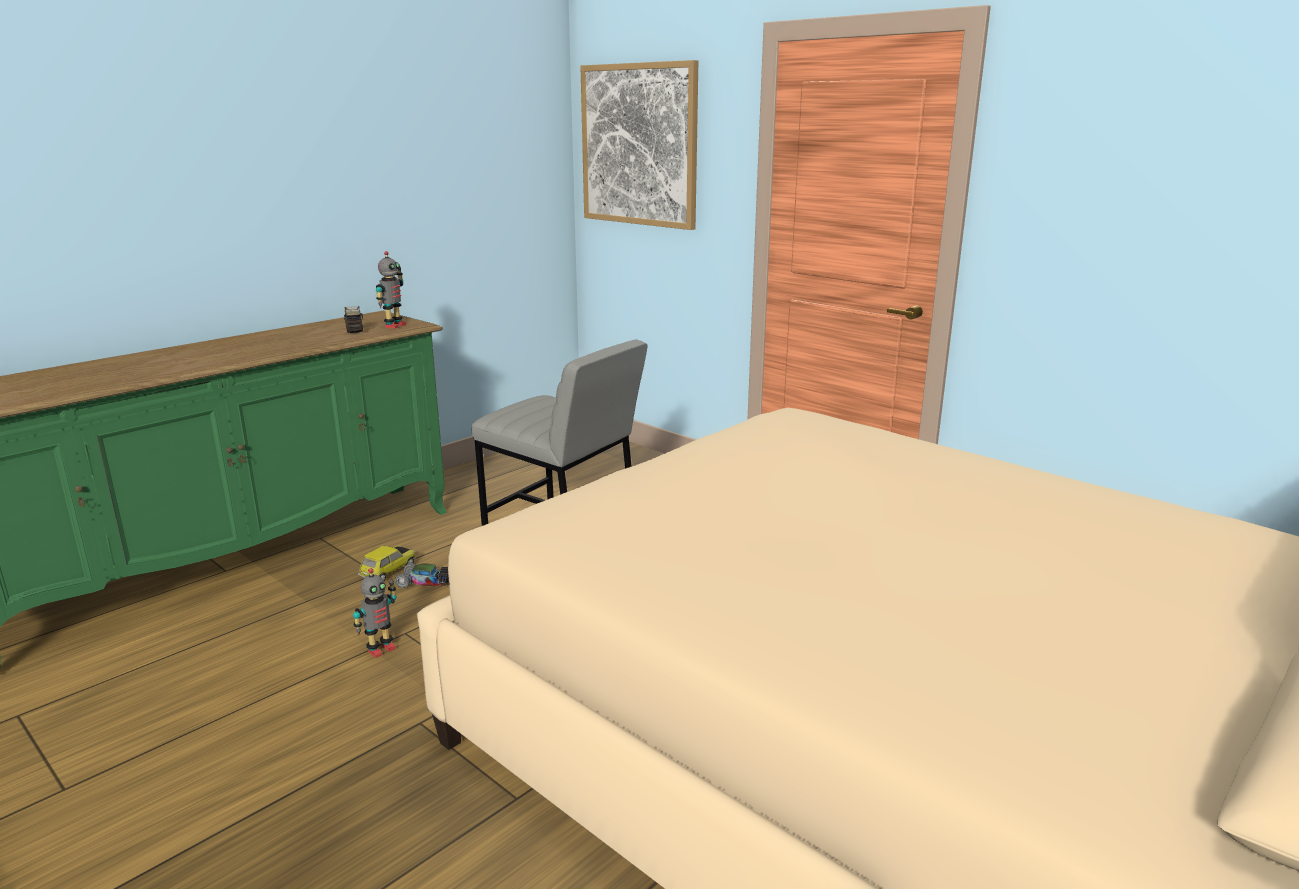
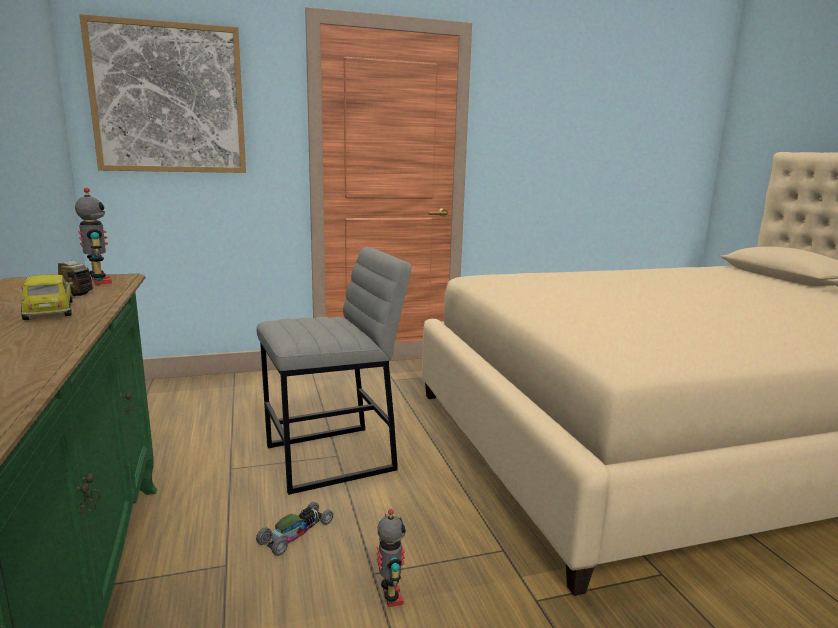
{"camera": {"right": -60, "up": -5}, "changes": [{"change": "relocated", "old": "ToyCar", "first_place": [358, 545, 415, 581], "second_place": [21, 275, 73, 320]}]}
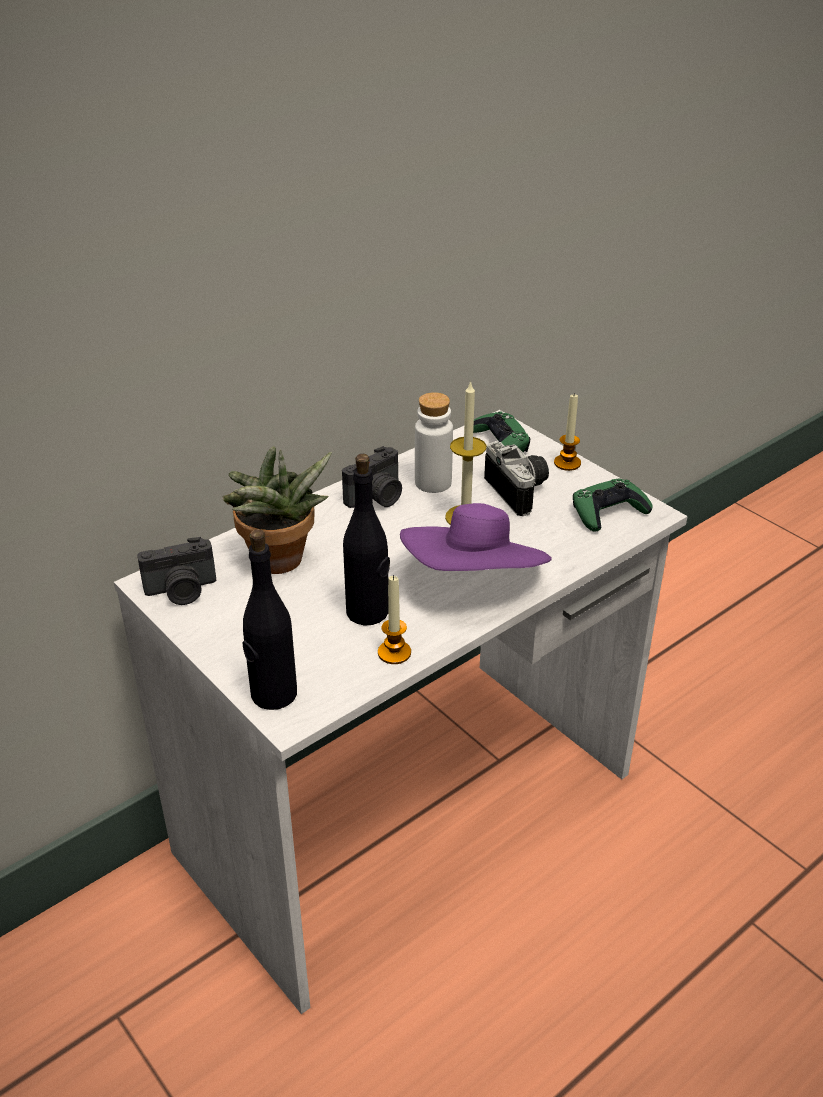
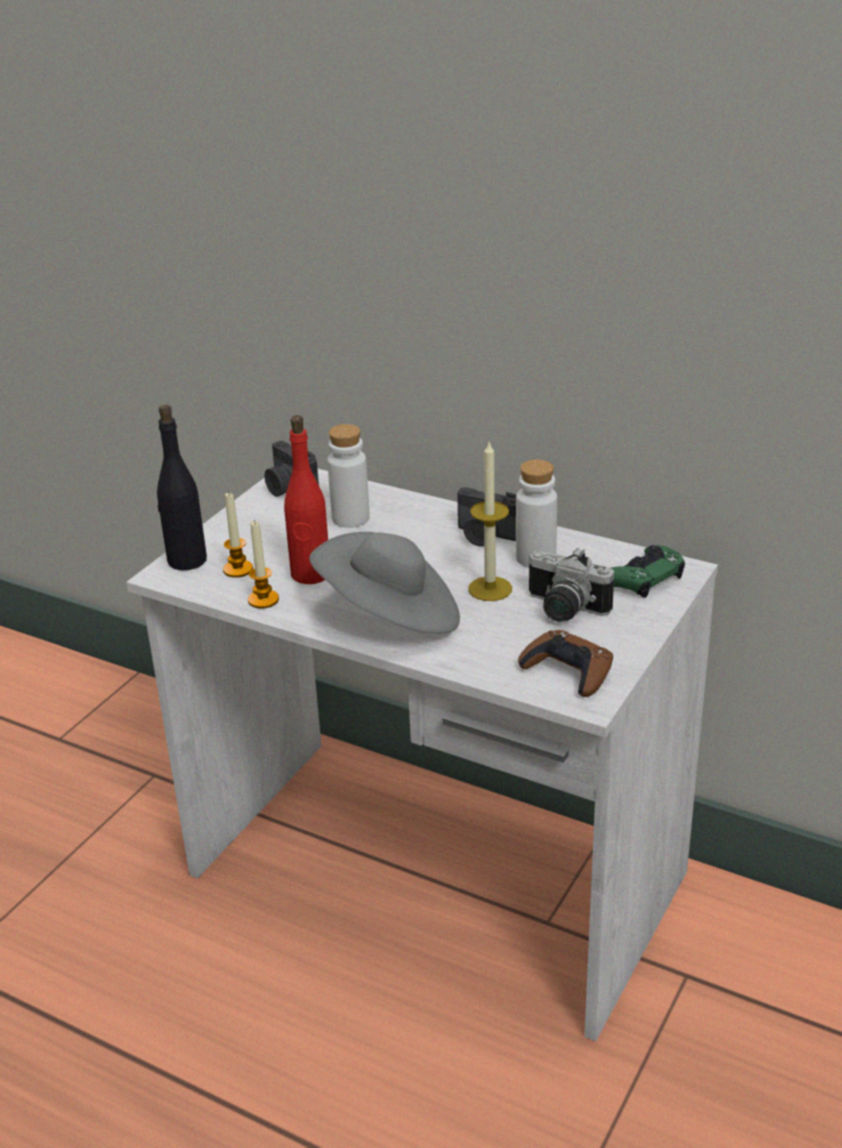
{"camera": {"right": 70, "up": -5}, "changes": [{"change": "relocated", "old": "WaxCandle", "first_place": [554, 393, 581, 471], "second_place": [223, 491, 253, 578]}, {"change": "spun", "old": "PhotoCamera", "first_place": [484, 441, 549, 516], "second_place": [529, 548, 614, 622], "degrees": 75}, {"change": "exchanged", "old": "Houseplant", "new": "WhiteColouredBeverageBottle", "first_place": [222, 446, 332, 574], "second_place": [327, 424, 370, 528]}, {"change": "colour", "old": "BlackBeverageBottle", "new": "RedBeverageBottle", "first_place": [343, 454, 390, 626], "second_place": [284, 415, 328, 584]}, {"change": "colour", "old": "GreenColouredJoypad", "new": "BrownJoypad", "first_place": [573, 479, 653, 532], "second_place": [518, 630, 613, 697]}, {"change": "colour", "old": "PurpleClothingHat", "new": "GreyishClothingHat", "first_place": [400, 503, 552, 571], "second_place": [309, 532, 460, 634]}]}
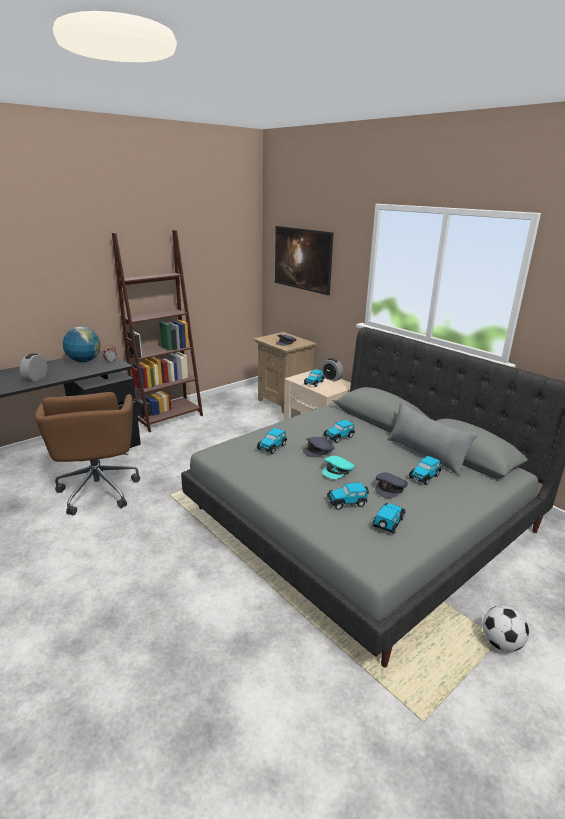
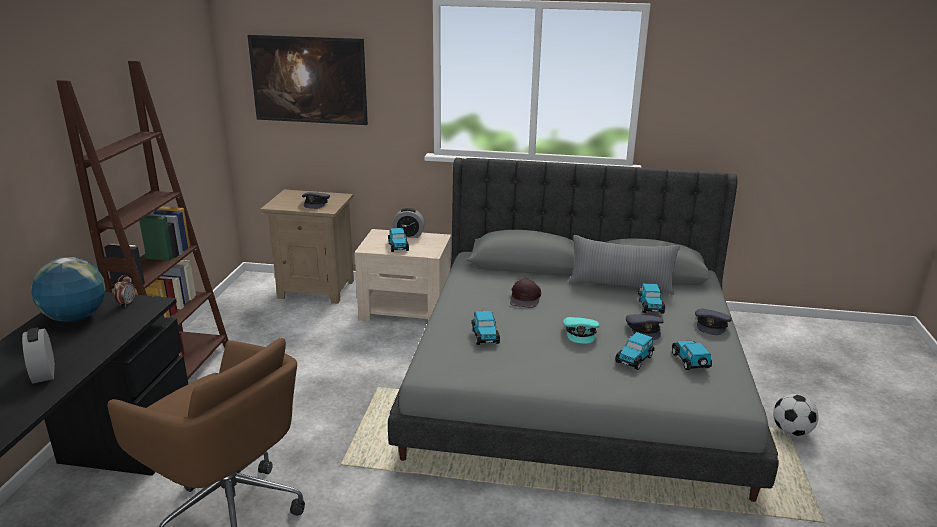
{"camera": {"right": -40, "up": 0}, "changes": [{"change": "exchanged", "old": "ToyCar", "new": "BrownPeakedCap", "first_place": [323, 420, 355, 443], "second_place": [510, 278, 541, 308]}, {"change": "relocated", "old": "GreyishPeakedCap", "first_place": [303, 437, 334, 457], "second_place": [695, 309, 732, 335]}]}
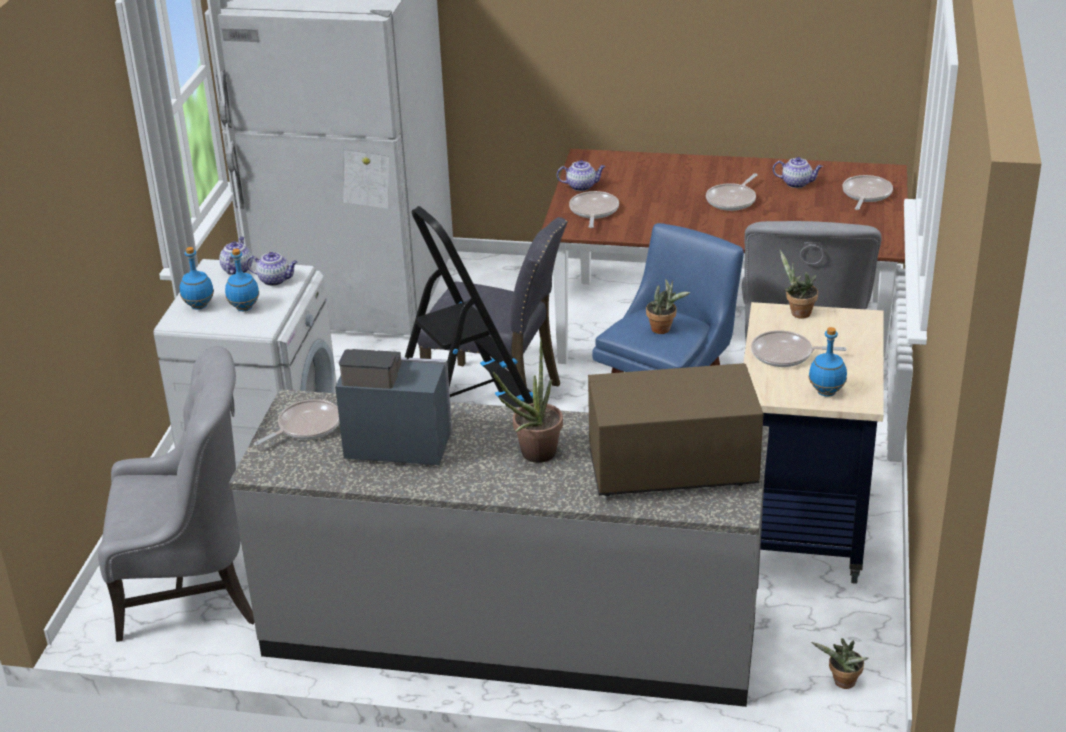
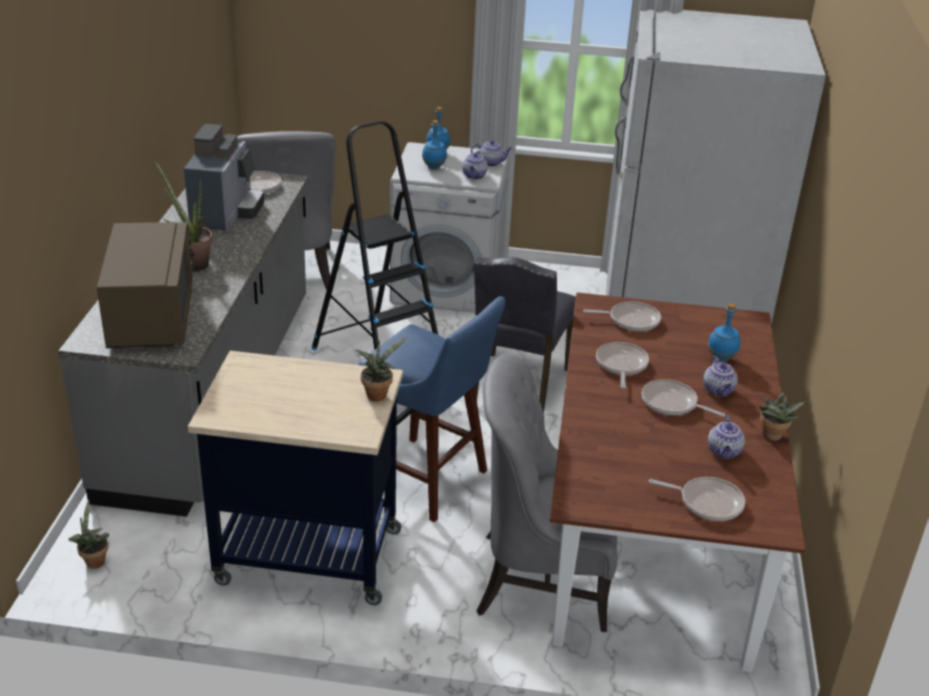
{"camera": {"right": 85, "up": 0}, "changes": [{"change": "relocated", "old": "Teapot", "first_place": [557, 160, 606, 191], "second_place": [703, 357, 738, 397]}, {"change": "relocated", "old": "Houseplant", "first_place": [646, 279, 690, 334], "second_place": [759, 393, 806, 441]}, {"change": "relocated", "old": "BluishBeverageBottle", "first_place": [808, 327, 847, 397], "second_place": [708, 304, 741, 362]}, {"change": "relocated", "old": "FryingPan", "first_place": [751, 330, 847, 367], "second_place": [596, 342, 649, 388]}]}
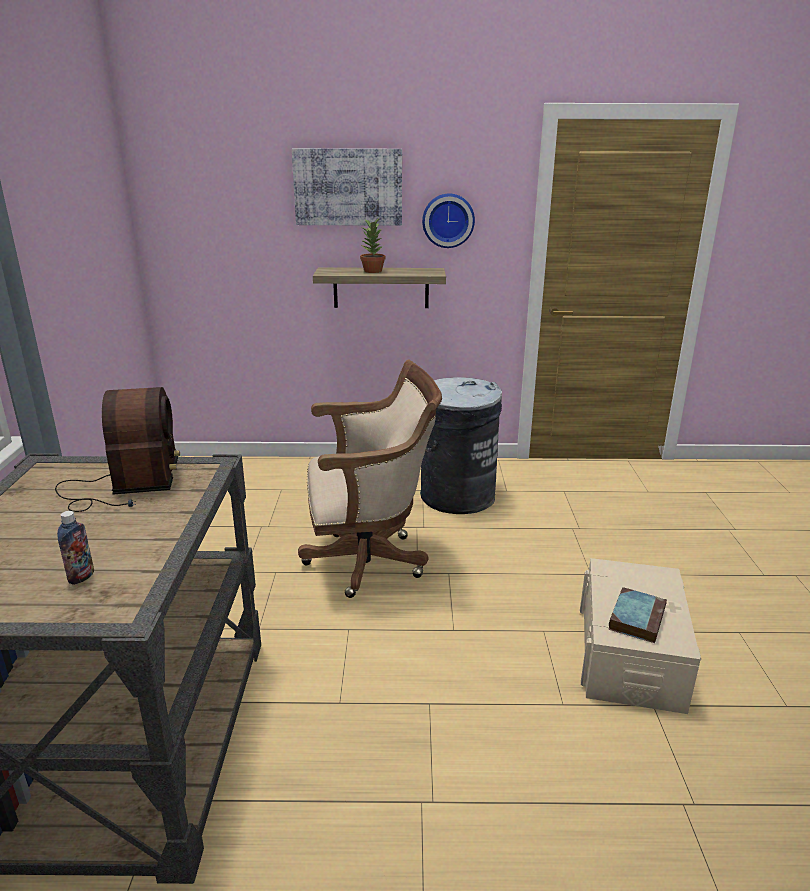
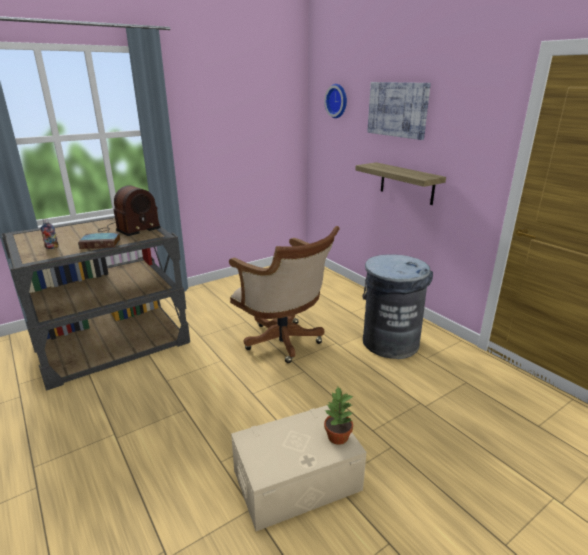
{"camera": {"right": 55, "up": 0}, "changes": [{"change": "relocated", "old": "WallClock", "first_place": [422, 194, 475, 248], "second_place": [324, 84, 347, 118]}, {"change": "relocated", "old": "Houseplant", "first_place": [360, 218, 385, 273], "second_place": [324, 387, 354, 445]}, {"change": "relocated", "old": "Book", "first_place": [609, 587, 667, 643], "second_place": [78, 232, 121, 249]}]}
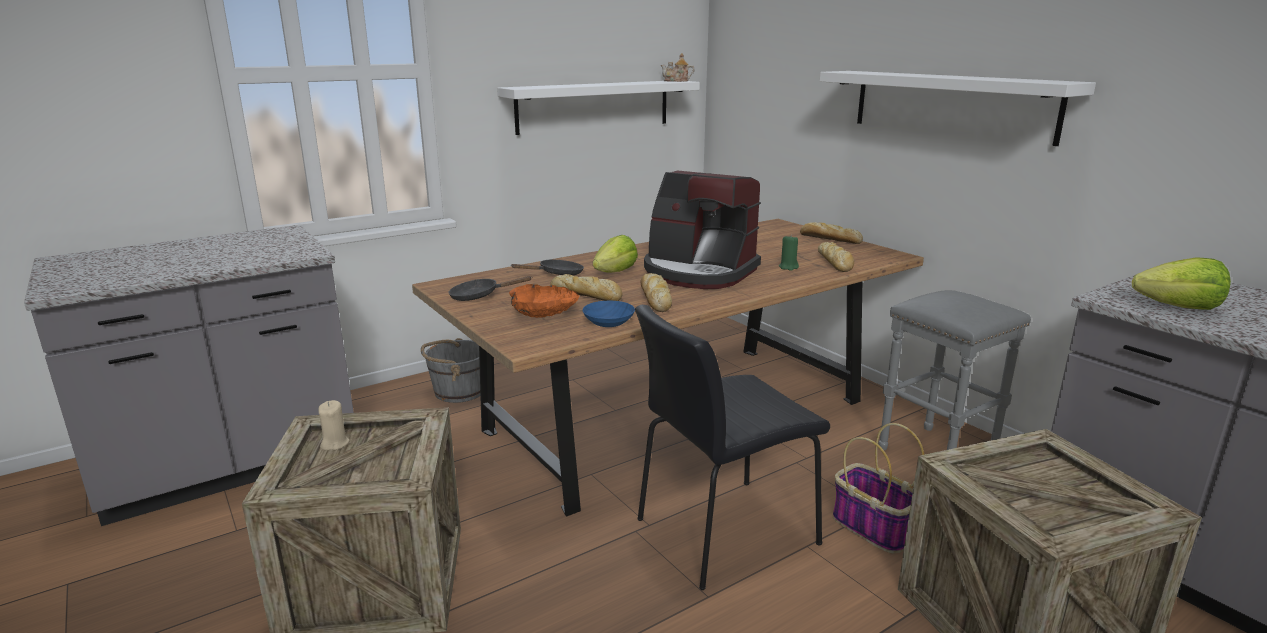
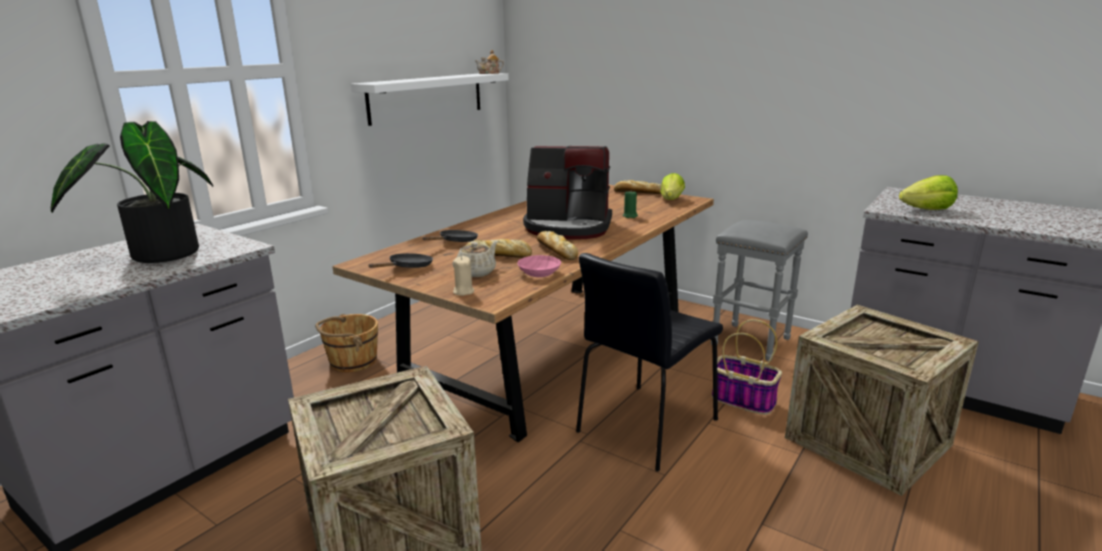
{"camera": {"right": -20, "up": 0}, "changes": [{"change": "missing", "old": "WhiteColouredShelf", "first_place": [820, 71, 1096, 146]}, {"change": "relocated", "old": "LettuceHead", "first_place": [593, 235, 638, 273], "second_place": [660, 173, 685, 200]}, {"change": "missing", "old": "BakedBread", "first_place": [818, 242, 854, 272]}, {"change": "spun", "old": "BlackFryingPan", "first_place": [448, 276, 531, 301], "second_place": [368, 253, 433, 268], "degrees": 150}, {"change": "exchanged", "old": "OrangeServingBowl", "new": "BeigeColouredTeapot", "first_place": [509, 284, 580, 318], "second_place": [453, 241, 498, 277]}, {"change": "colour", "old": "BluishServingBowl", "new": "PinkServingBowl", "first_place": [582, 301, 635, 327], "second_place": [517, 255, 561, 277]}, {"change": "colour", "old": "GreyishBucket", "new": "BrownBucket", "first_place": [421, 338, 480, 403], "second_place": [315, 314, 378, 372]}, {"change": "relocated", "old": "BeigeColouredWaxCandle", "first_place": [319, 400, 349, 450], "second_place": [453, 256, 474, 296]}, {"change": "appeared", "new": "Houseplant", "second_place": [51, 121, 213, 263]}]}
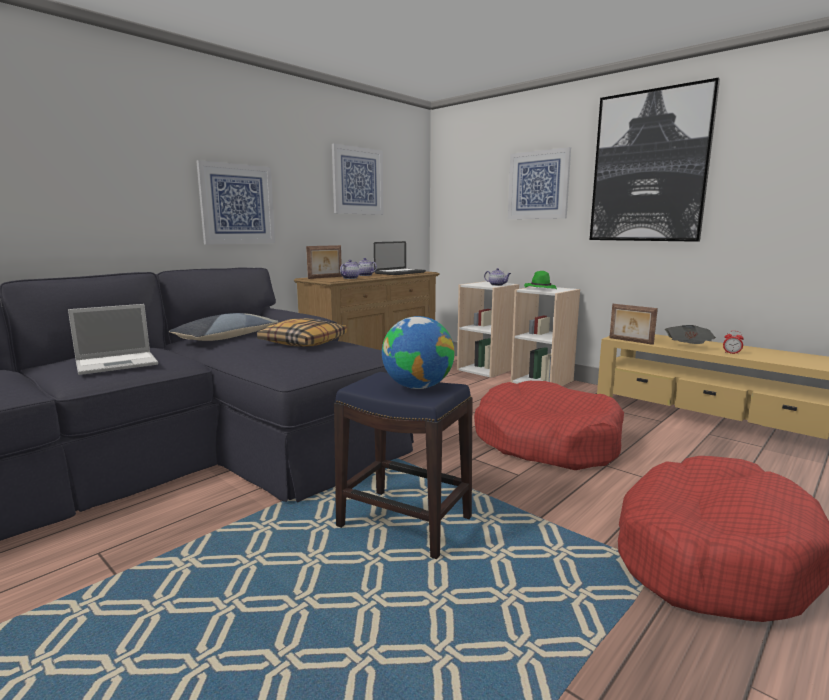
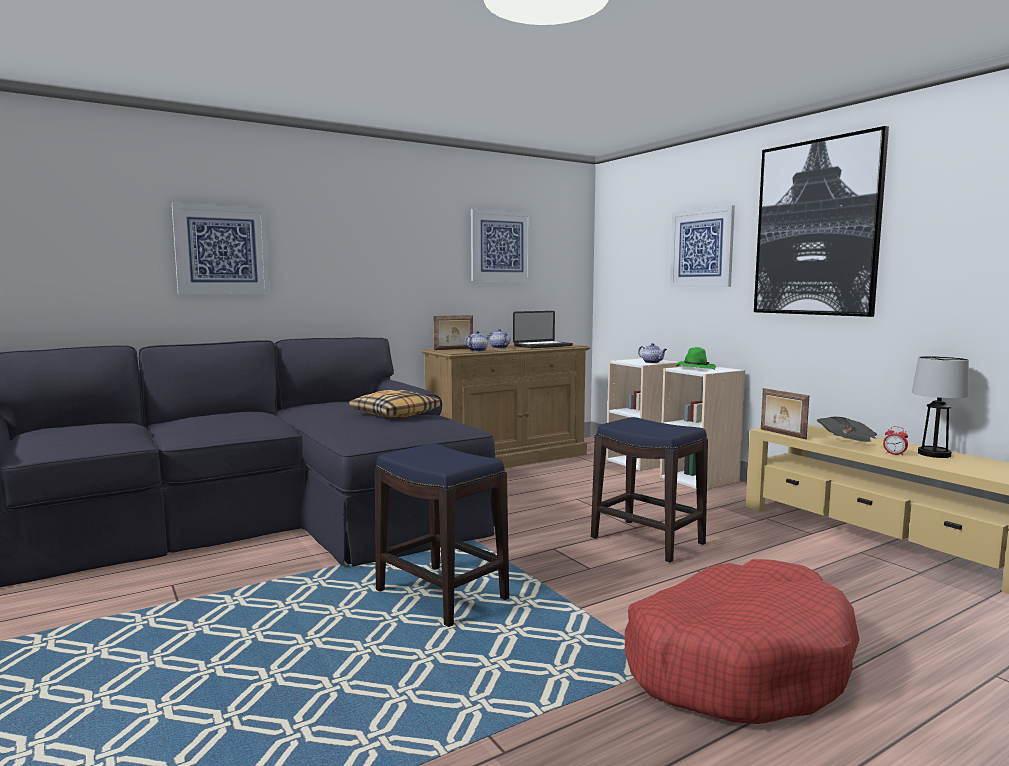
{"camera": {"right": 15, "up": -5}, "changes": [{"change": "relocated", "old": "WallPicture", "first_place": [196, 160, 275, 245], "second_place": [172, 202, 270, 294]}, {"change": "missing", "old": "PortableComputer", "first_place": [68, 304, 158, 375]}, {"change": "missing", "old": "ThrowPillow", "first_place": [169, 313, 279, 341]}, {"change": "missing", "old": "Globe", "first_place": [382, 316, 455, 389]}, {"change": "exchanged", "old": "RedPetBed", "new": "SittingStool", "first_place": [474, 381, 624, 470], "second_place": [591, 417, 708, 562]}, {"change": "appeared", "new": "TableLamp", "second_place": [912, 356, 969, 458]}]}
